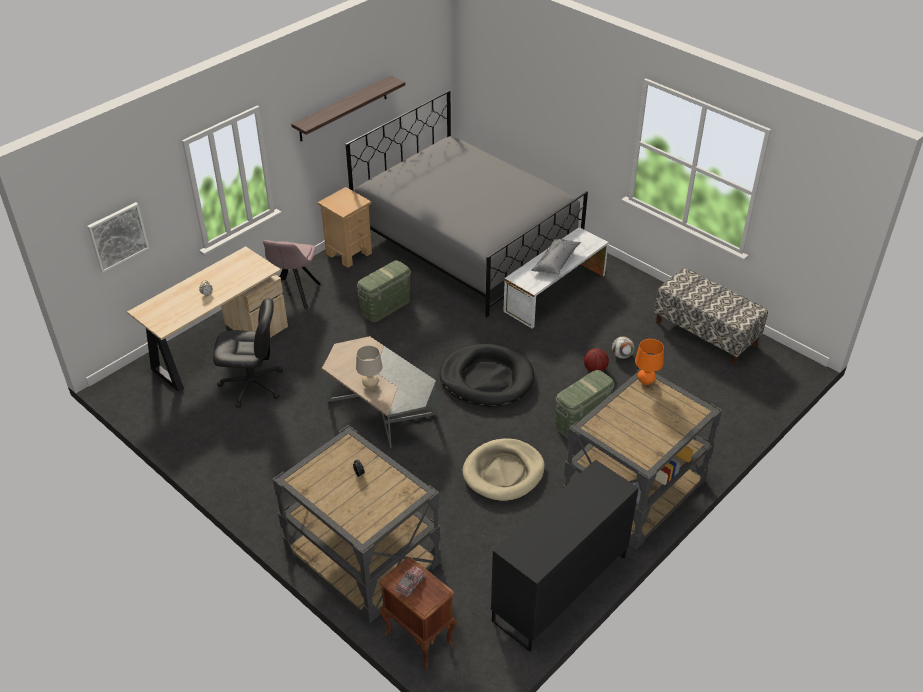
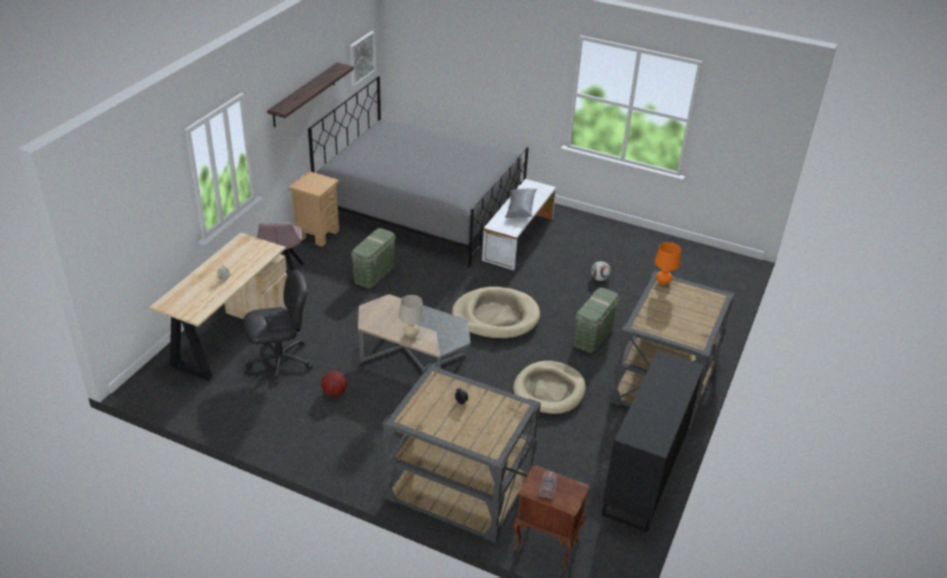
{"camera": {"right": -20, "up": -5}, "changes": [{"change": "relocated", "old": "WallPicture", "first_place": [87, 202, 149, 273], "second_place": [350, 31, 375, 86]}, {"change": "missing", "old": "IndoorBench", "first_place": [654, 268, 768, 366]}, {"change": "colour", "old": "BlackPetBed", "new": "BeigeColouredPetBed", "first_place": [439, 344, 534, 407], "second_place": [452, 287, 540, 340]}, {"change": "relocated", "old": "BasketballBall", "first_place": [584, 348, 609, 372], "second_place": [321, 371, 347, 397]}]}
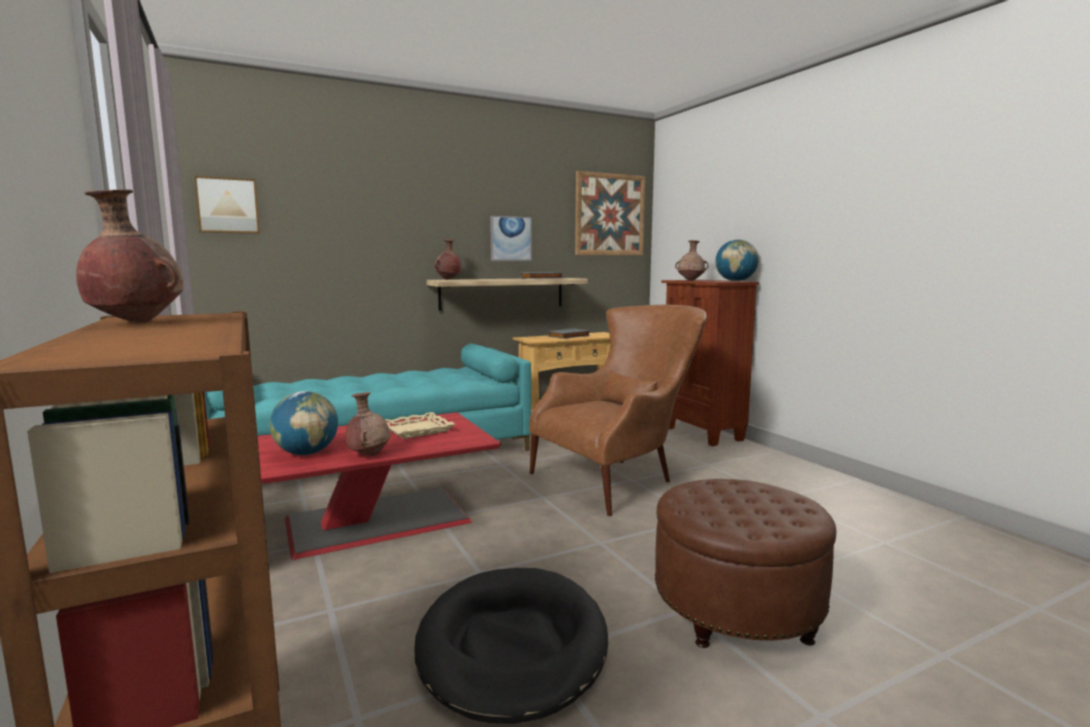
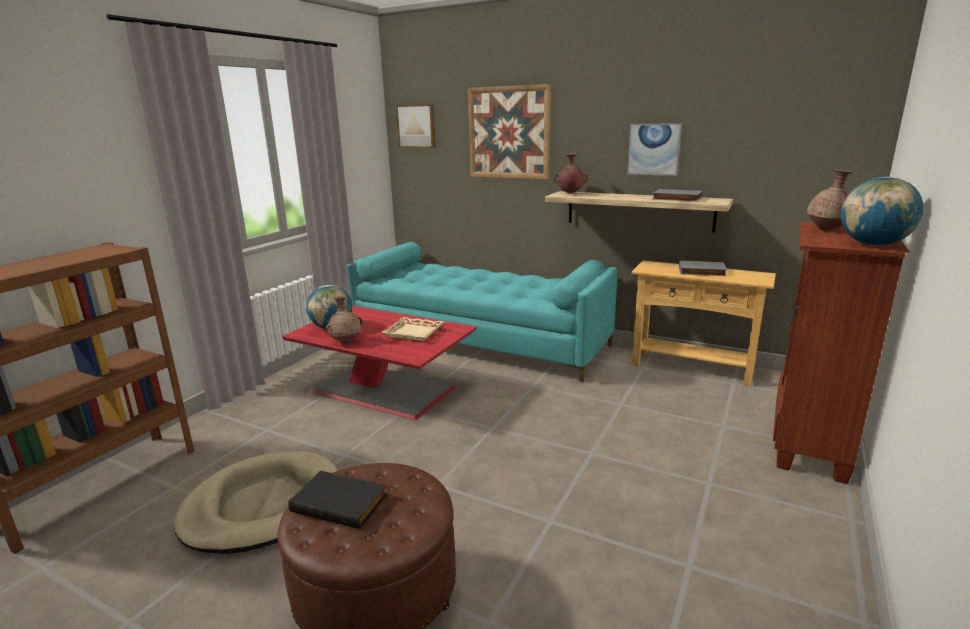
{"camera": {"right": 55, "up": 10}, "changes": [{"change": "relocated", "old": "WallPicture", "first_place": [575, 171, 645, 255], "second_place": [468, 84, 551, 179]}, {"change": "missing", "old": "BrownVase", "first_place": [76, 189, 183, 322]}, {"change": "missing", "old": "BrownEasyChair", "first_place": [529, 305, 707, 516]}, {"change": "colour", "old": "BlackPetBed", "new": "BeigeColouredPetBed", "first_place": [414, 568, 608, 724], "second_place": [174, 451, 338, 554]}, {"change": "appeared", "new": "BlackBook", "second_place": [288, 470, 388, 529]}]}
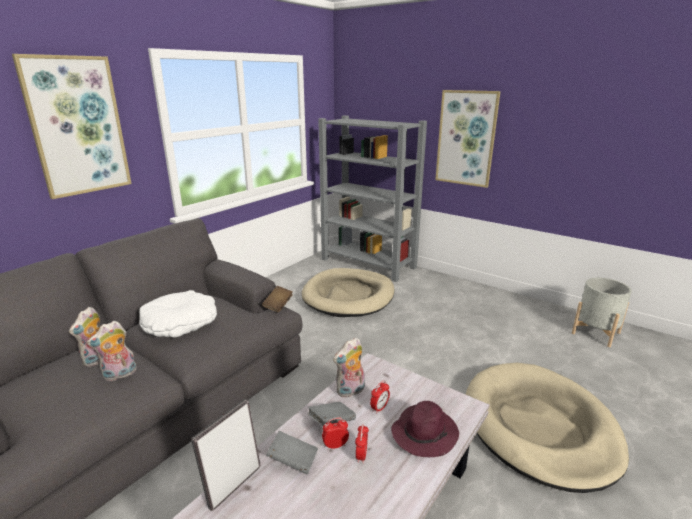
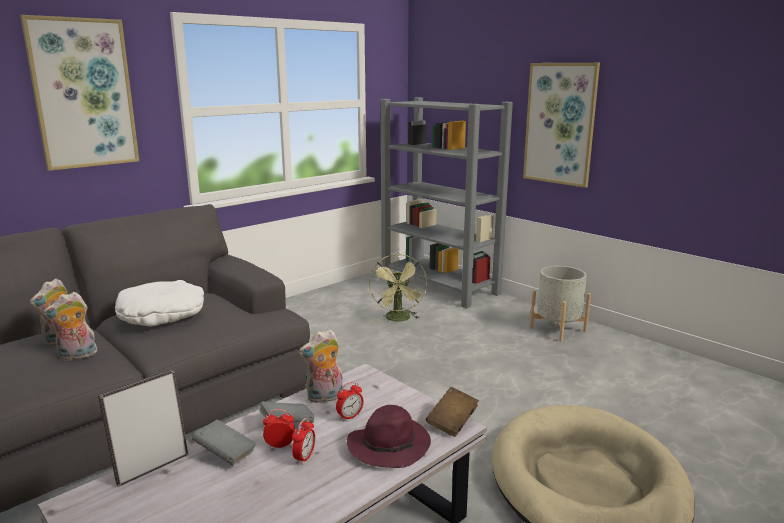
{"camera": {"right": 10, "up": -5}, "changes": [{"change": "exchanged", "old": "BeigeColouredPetBed", "new": "GreenColouredElectricFan", "first_place": [302, 268, 394, 317], "second_place": [369, 254, 427, 321]}, {"change": "relocated", "old": "GreyishPlantPot", "first_place": [572, 278, 632, 347], "second_place": [530, 266, 591, 342]}, {"change": "relocated", "old": "BrownBook", "first_place": [262, 286, 293, 312], "second_place": [426, 387, 479, 437]}]}
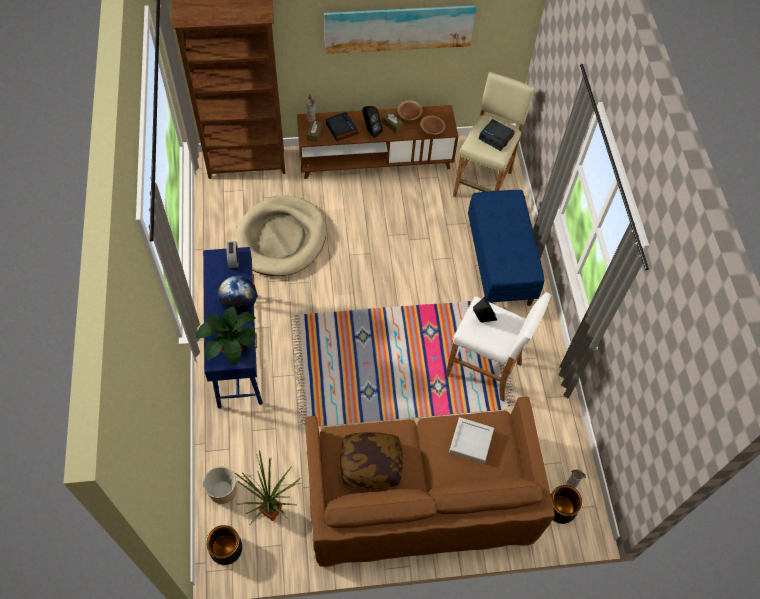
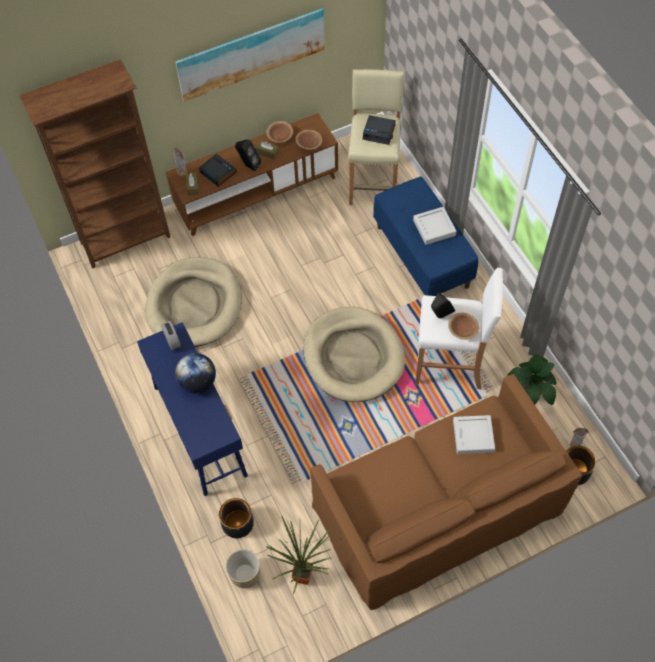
{"camera": {"right": -15, "up": 0}, "changes": [{"change": "relocated", "old": "Houseplant", "first_place": [196, 307, 256, 365], "second_place": [507, 354, 557, 405]}, {"change": "missing", "old": "ThrowPillow", "first_place": [340, 432, 403, 488]}, {"change": "relocated", "old": "BlackPlantPot", "first_place": [206, 525, 242, 565], "second_place": [219, 498, 254, 538]}, {"change": "appeared", "new": "GreyishCarryingTray", "second_place": [413, 207, 456, 245]}, {"change": "appeared", "new": "BeigeColouredPetBed", "second_place": [304, 306, 405, 402]}, {"change": "appeared", "new": "BrownServingBowl", "second_place": [448, 312, 479, 340]}]}
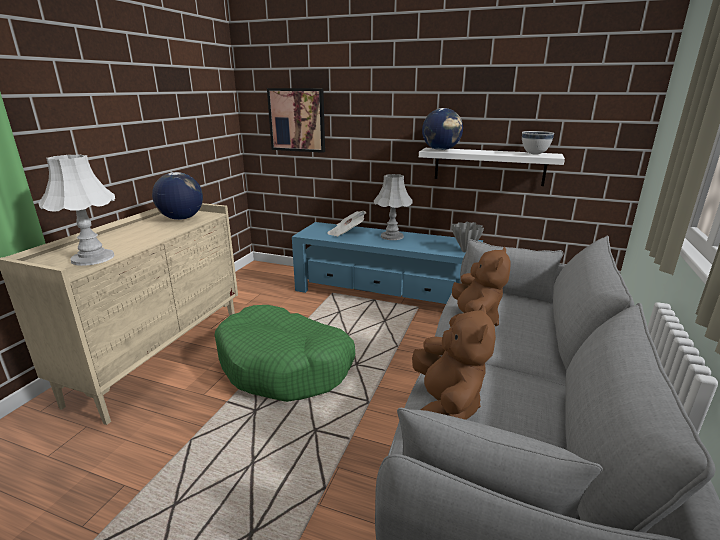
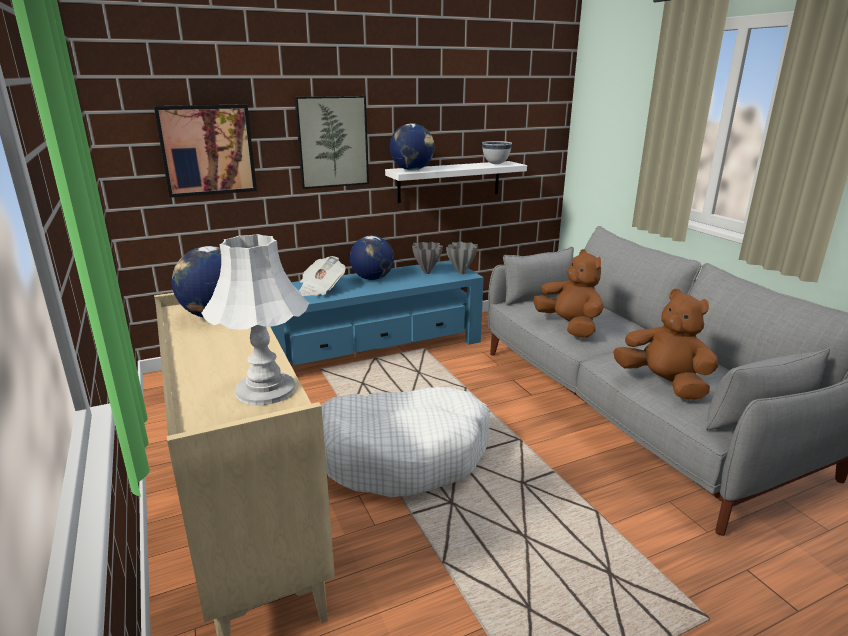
{"camera": {"right": -45, "up": 0}, "changes": [{"change": "exchanged", "old": "GreyishTableLamp", "new": "Globe", "first_place": [374, 174, 413, 240], "second_place": [350, 236, 394, 280]}, {"change": "colour", "old": "GreenColouredPetBed", "new": "WhiteColouredPetBed", "first_place": [215, 305, 355, 402], "second_place": [321, 387, 490, 498]}, {"change": "appeared", "new": "WallPicture", "second_place": [295, 96, 369, 189]}, {"change": "appeared", "new": "GreyishVase", "second_place": [412, 242, 443, 274]}]}
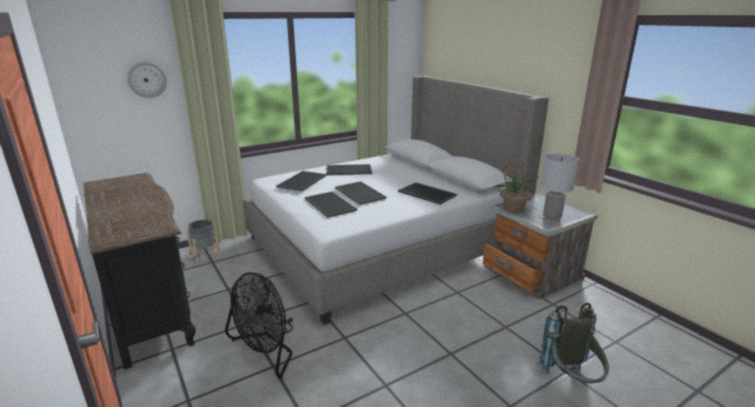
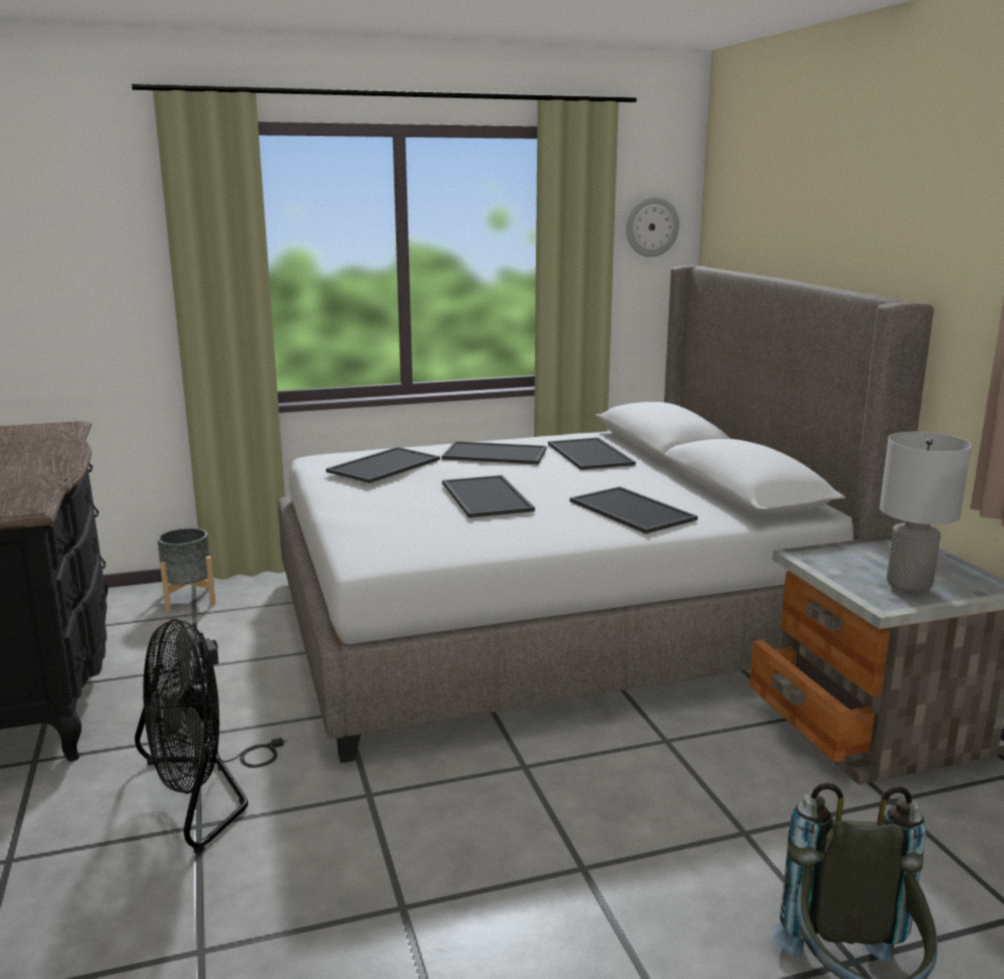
{"camera": {"right": 15, "up": -5}, "changes": [{"change": "relocated", "old": "WallClock", "first_place": [127, 61, 167, 98], "second_place": [626, 197, 679, 257]}, {"change": "missing", "old": "Houseplant", "first_place": [494, 162, 539, 213]}, {"change": "relocated", "old": "CarryingTray", "first_place": [305, 191, 357, 218], "second_place": [548, 437, 636, 470]}]}
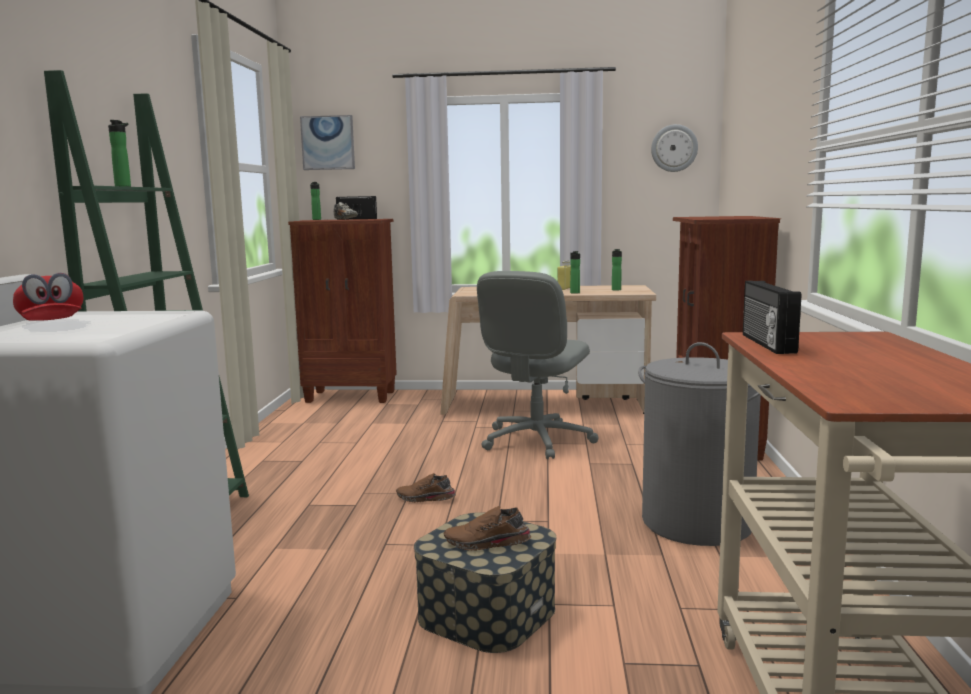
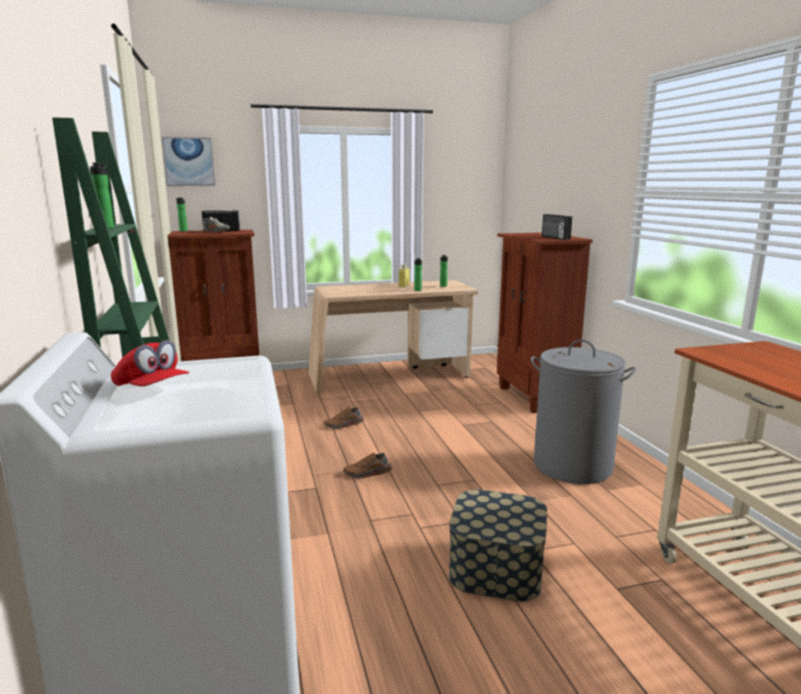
{"camera": {"right": -20, "up": 5}, "changes": [{"change": "missing", "old": "WallClock", "first_place": [651, 124, 698, 172]}, {"change": "missing", "old": "GreyishOfficeChair", "first_place": [477, 271, 598, 459]}, {"change": "relocated", "old": "RadioReceiver", "first_place": [743, 281, 801, 354], "second_place": [542, 214, 572, 240]}, {"change": "relocated", "old": "BrownItemOfFootwear", "first_place": [444, 506, 531, 551], "second_place": [324, 407, 364, 429]}]}
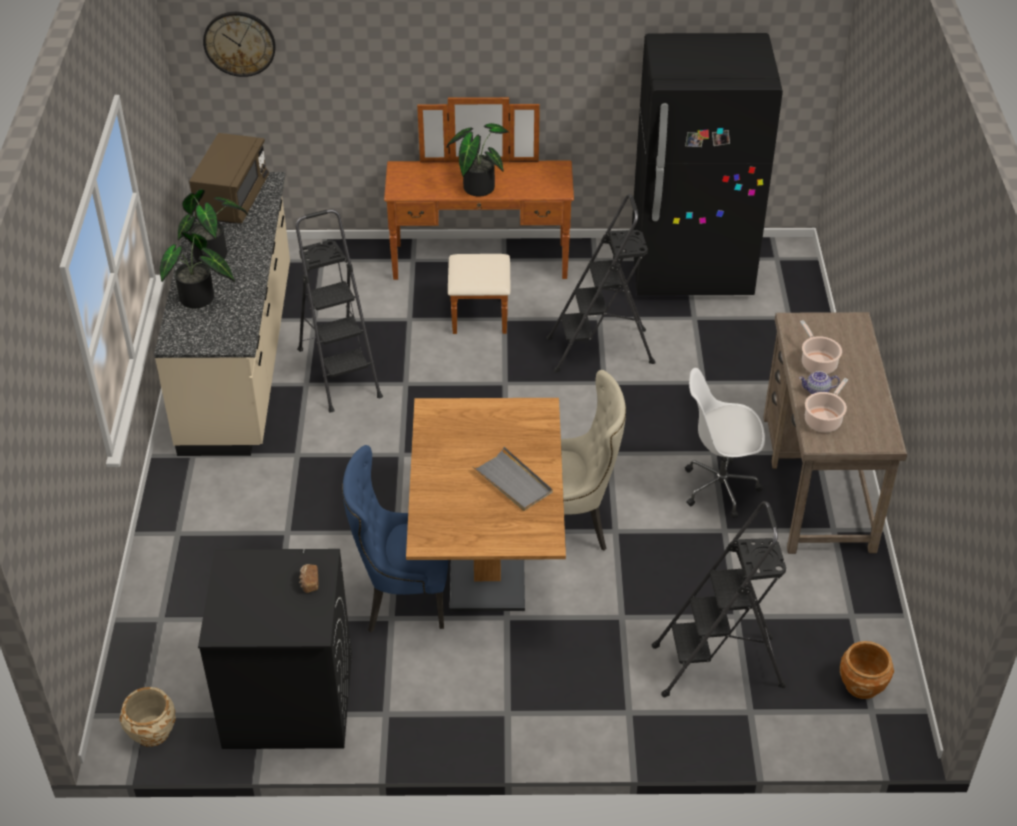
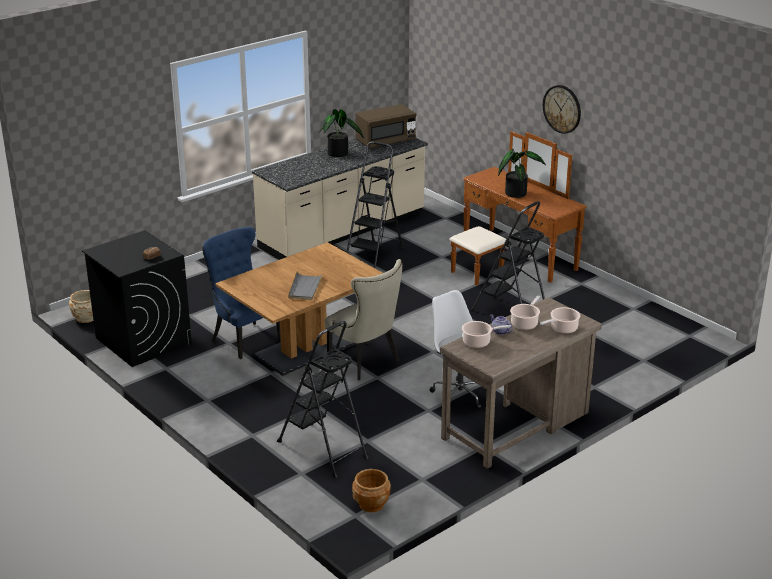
{"camera": {"right": 50, "up": -15}, "changes": [{"change": "relocated", "old": "WallClock", "first_place": [203, 12, 276, 77], "second_place": [543, 85, 581, 134]}, {"change": "missing", "old": "BlackKitchenFridge", "first_place": [632, 33, 783, 296]}, {"change": "missing", "old": "Houseplant", "first_place": [160, 231, 235, 308]}, {"change": "appeared", "new": "Saucepot", "second_place": [540, 307, 580, 334]}]}
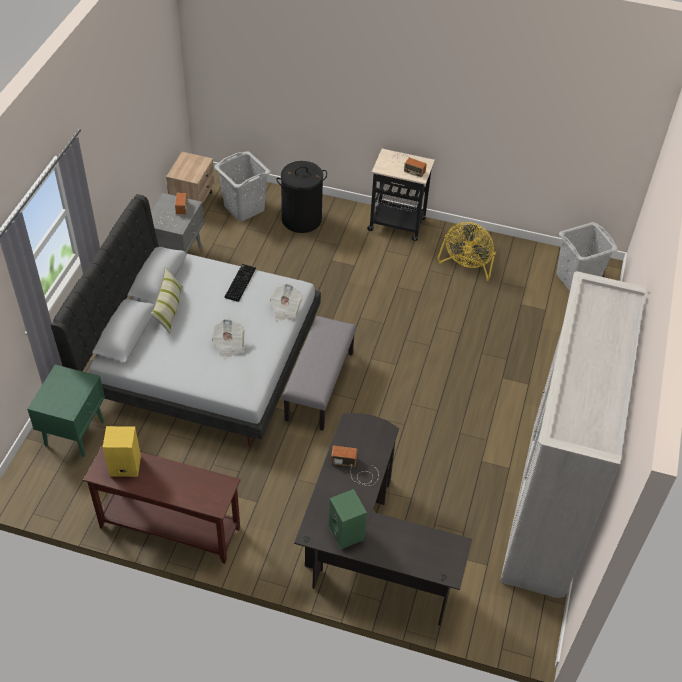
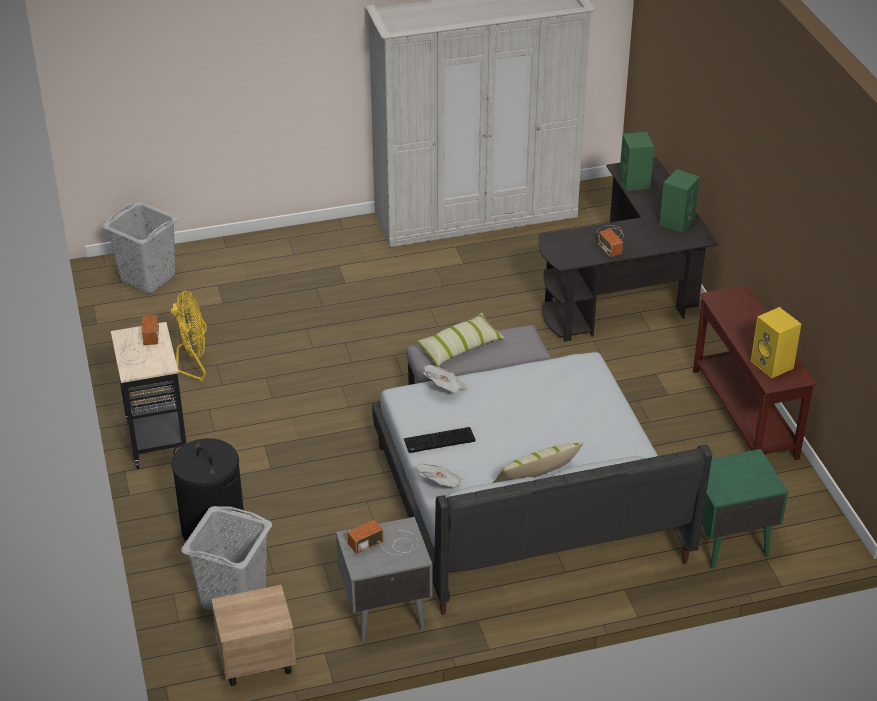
{"camera": {"right": -120, "up": -10}, "changes": [{"change": "relocated", "old": "PrintedPaper", "first_place": [212, 319, 245, 359], "second_place": [417, 463, 465, 488]}, {"change": "appeared", "new": "GreenColouredSpeaker", "second_place": [619, 132, 654, 191]}, {"change": "appeared", "new": "ThrowPillow", "second_place": [415, 312, 505, 367]}]}
